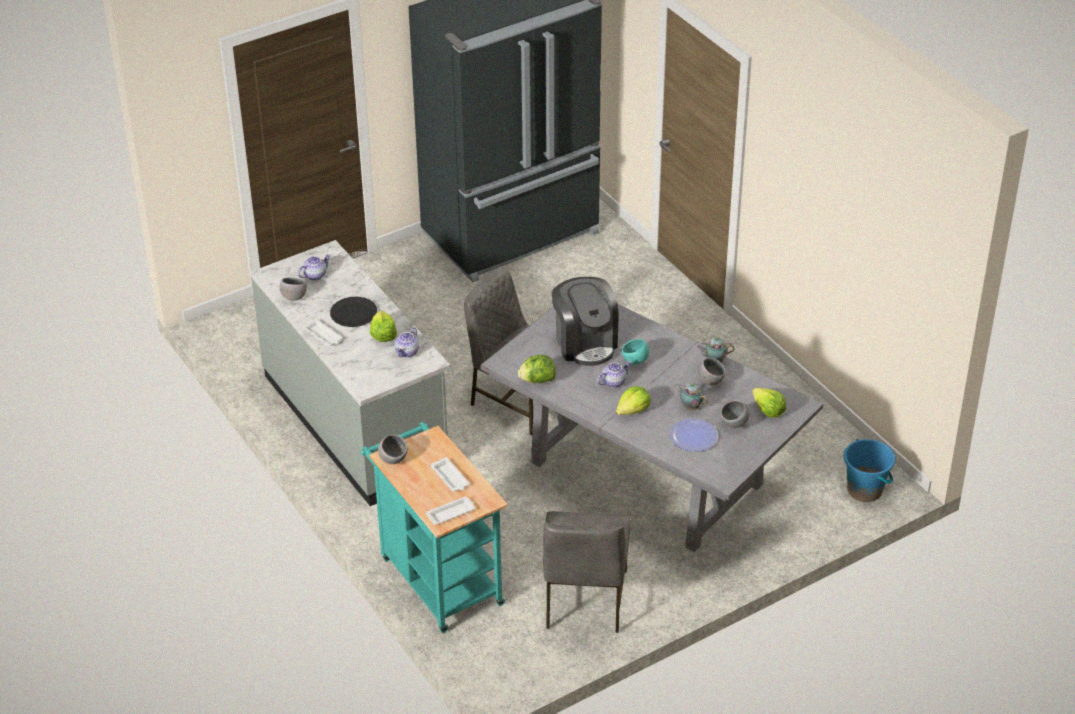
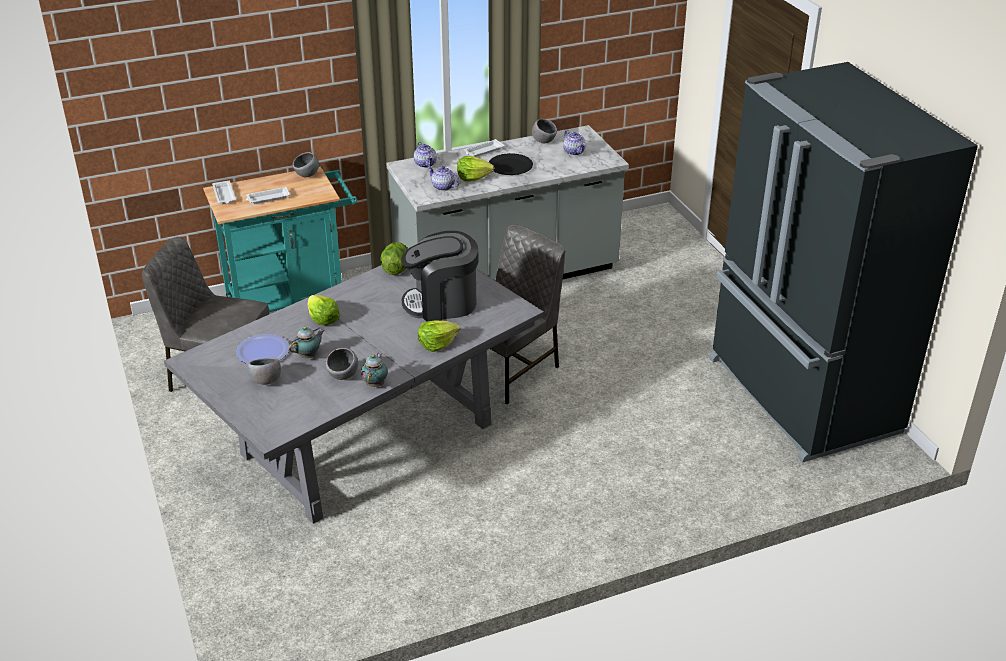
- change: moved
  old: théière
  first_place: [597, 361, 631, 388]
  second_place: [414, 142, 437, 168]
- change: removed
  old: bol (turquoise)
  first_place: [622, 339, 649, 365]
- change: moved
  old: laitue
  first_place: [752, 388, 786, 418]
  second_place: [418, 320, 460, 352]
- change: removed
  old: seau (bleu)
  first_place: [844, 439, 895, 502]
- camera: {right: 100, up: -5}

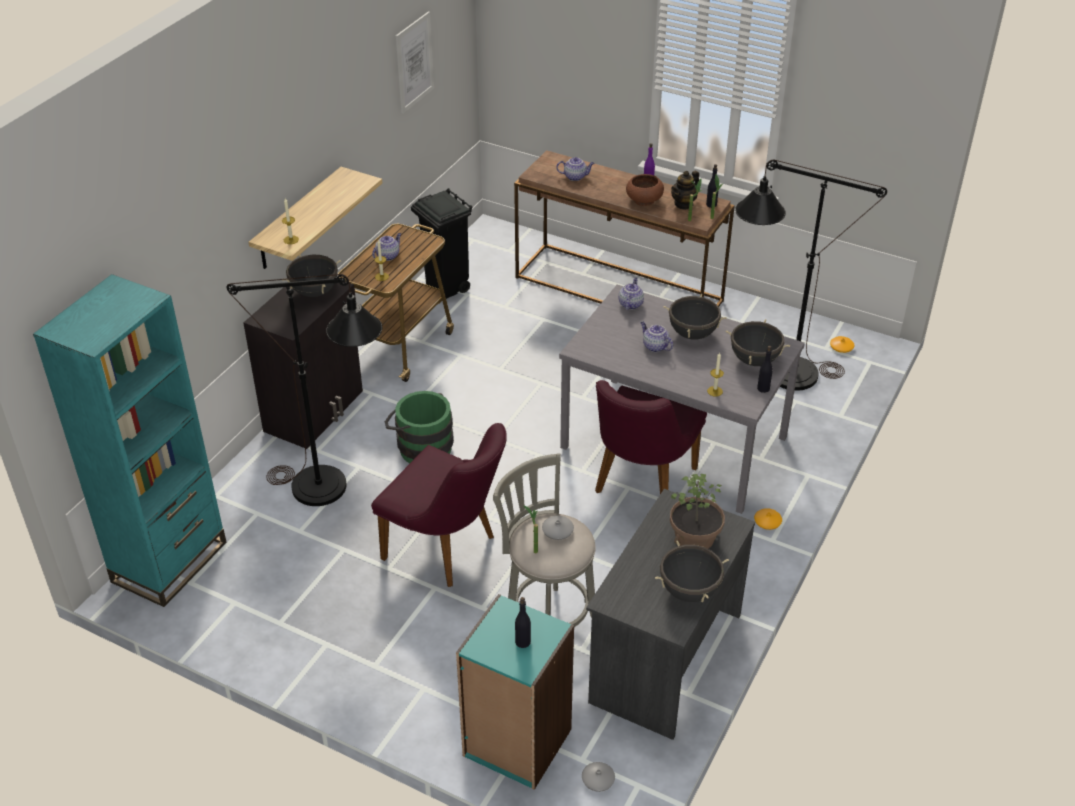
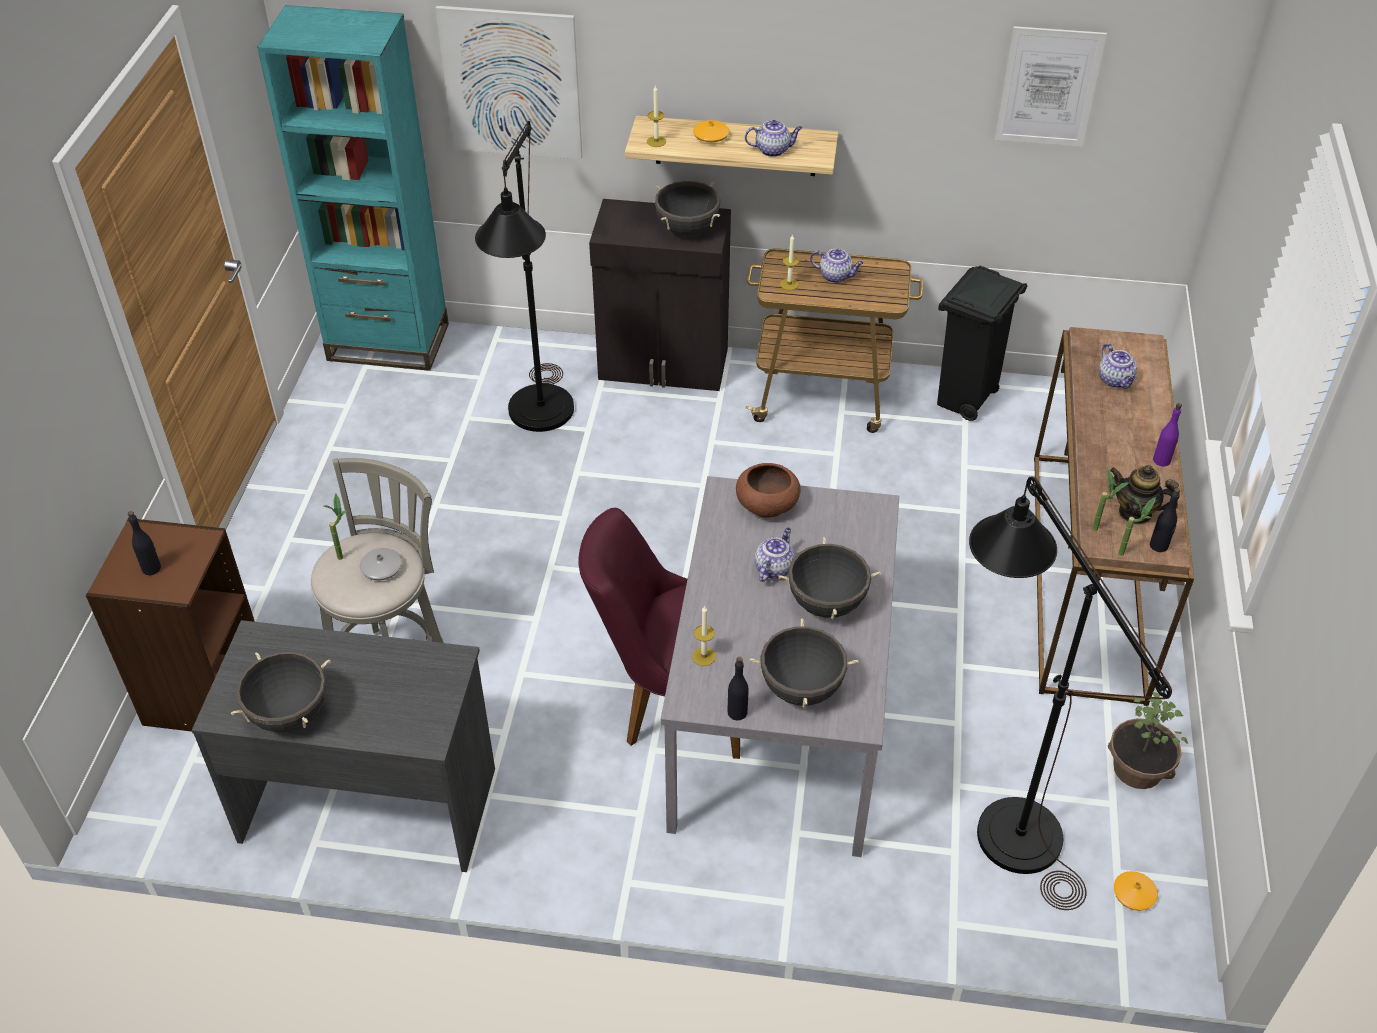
- change: removed
  old: chaise (violet)
  first_place: [371, 423, 507, 587]
- change: removed
  old: seau (vert)
  first_place: [385, 391, 454, 464]
- change: recoloured
  old: bibliothèque (turquoise)
  new: bibliothèque (marron)
  first_place: [456, 594, 574, 790]
  second_place: [85, 519, 255, 732]
- change: removed
  old: vase (gris)
  first_place: [582, 762, 615, 792]
- change: moved
  old: théière
  first_place: [618, 278, 644, 310]
  second_place: [745, 120, 802, 157]
- change: moved
  old: bol (marron)
  first_place: [626, 174, 664, 206]
  second_place: [736, 463, 801, 517]
- change: moved
  old: plante en pot
  first_place: [670, 474, 725, 549]
  second_place: [1108, 692, 1188, 789]
- change: moved
  old: vase (orange)
  first_place: [754, 508, 782, 530]
  second_place: [693, 120, 729, 142]
- change: added
  new: tableau
  second_place: [435, 6, 582, 160]
- camera: {right: 70, up: 5}

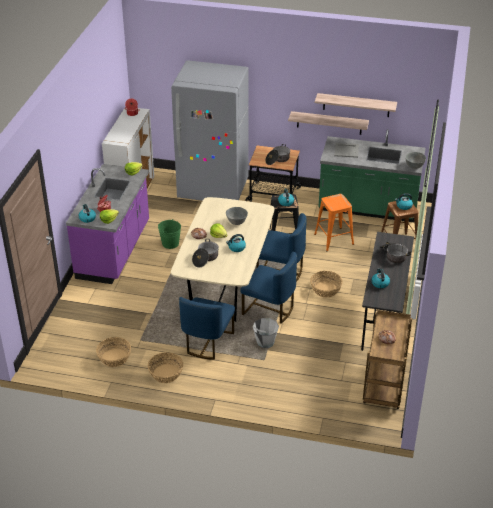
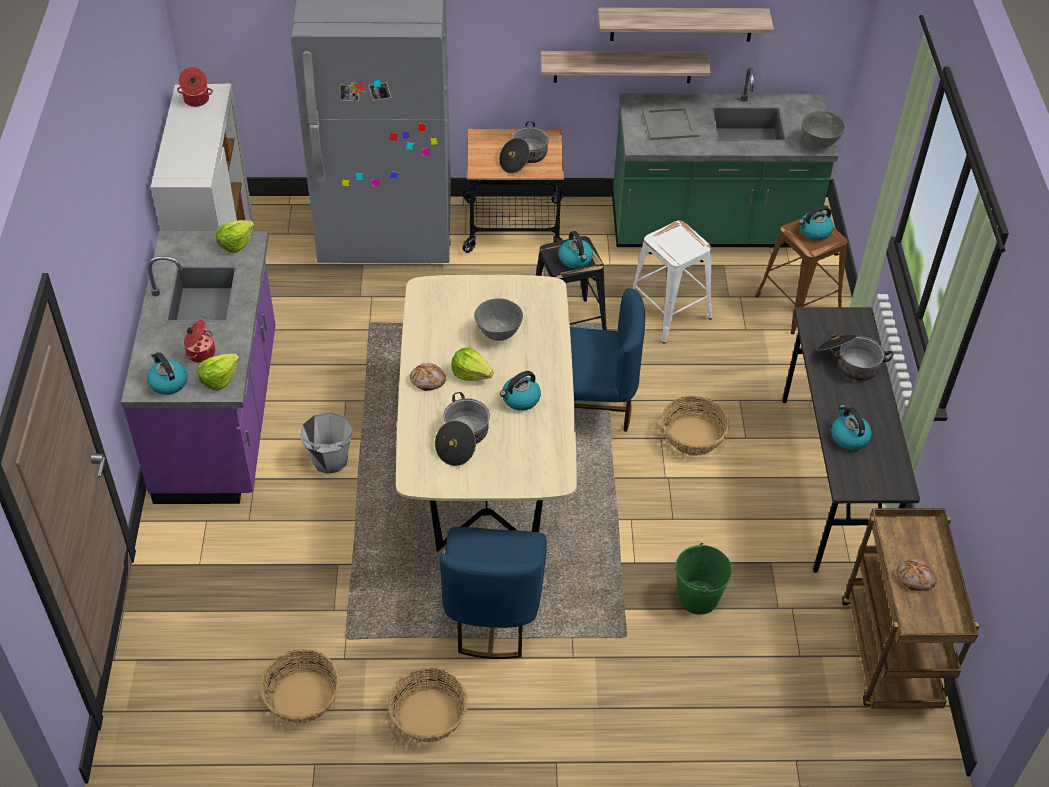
- change: moved
  old: seau (vert)
  first_place: [158, 219, 181, 249]
  second_place: [674, 543, 732, 615]
- change: removed
  old: chaise (bleu)
  first_place: [240, 252, 297, 324]
- change: moved
  old: seau (gris)
  first_place: [253, 318, 279, 348]
  second_place: [300, 412, 353, 474]
- change: recoloured
  old: tabouret (orange)
  new: tabouret (blanc)
  first_place: [314, 194, 354, 251]
  second_place: [632, 220, 712, 343]
- camera: {right: -15, up: 10}

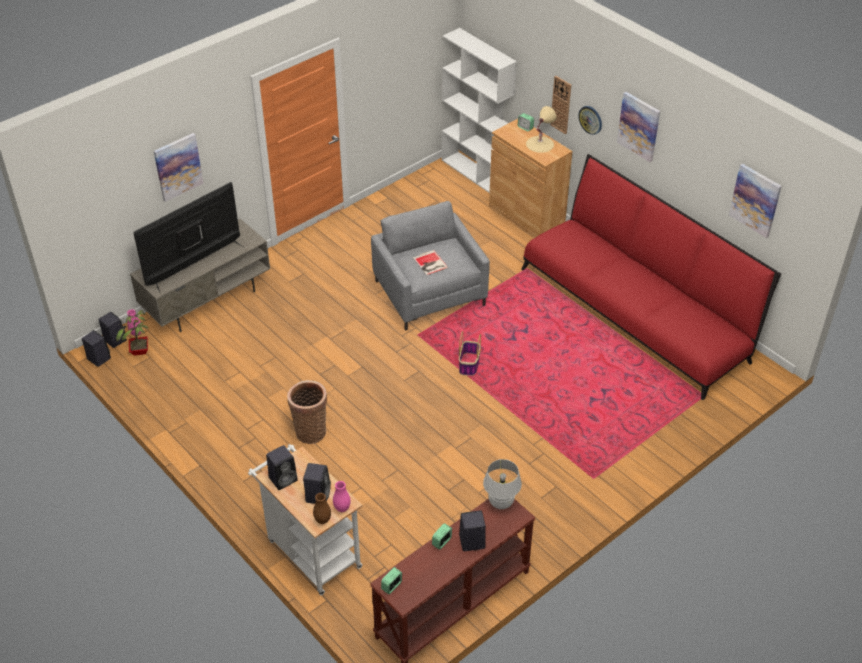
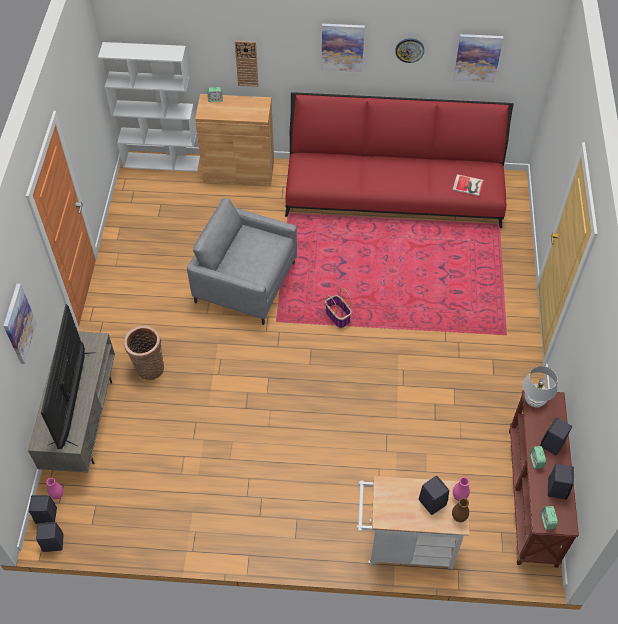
- change: removed
  old: plante en pot
  first_place: [116, 310, 149, 356]
- change: moved
  old: enceinte (noir)
  first_place: [266, 445, 298, 490]
  second_place: [548, 464, 574, 499]
- change: moved
  old: panier
  first_place: [287, 380, 327, 444]
  second_place: [124, 326, 164, 380]
- change: moved
  old: livre
  first_place: [413, 250, 448, 276]
  second_place: [452, 174, 483, 196]
- change: removed
  old: lampe de table (beige)
  first_place: [526, 106, 556, 153]
- change: moved
  old: horloge murale
  first_place: [578, 106, 602, 135]
  second_place: [395, 38, 424, 63]
- camera: {right: -45, up: 10}

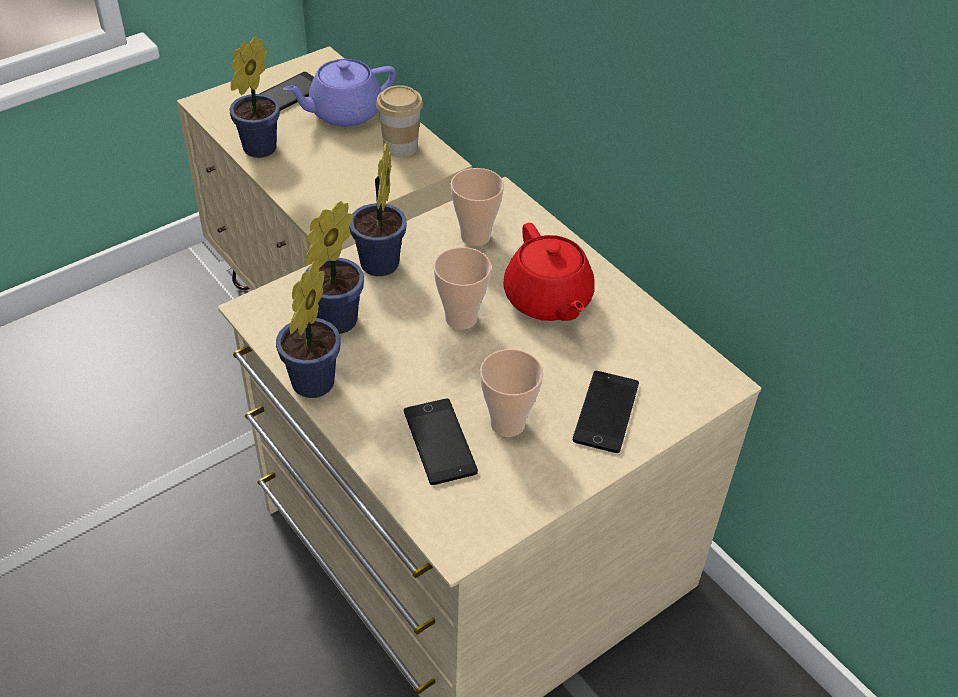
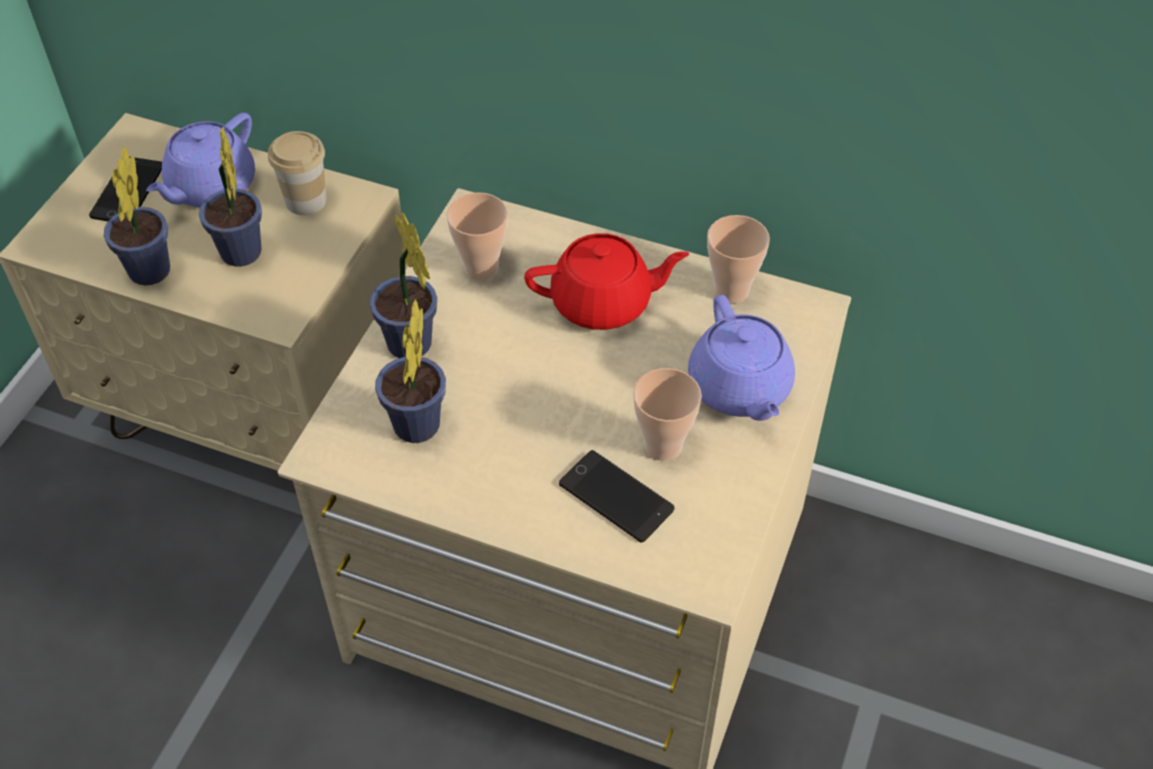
- change: moved
  old: plante en pot
  first_place: [276, 260, 341, 398]
  second_place: [199, 126, 262, 267]
- change: moved
  old: tasse
  first_place: [434, 247, 491, 330]
  second_place: [707, 215, 770, 303]
- change: turned
  old: théière (rouge)
  first_place: [503, 223, 595, 321]
  second_place: [524, 233, 689, 330]
  degrees: -45
- change: replaced
  old: téléphone
  new: théière (violet)
  first_place: [573, 371, 639, 453]
  second_place: [688, 295, 795, 421]
- camera: {right: -30, up: 5}

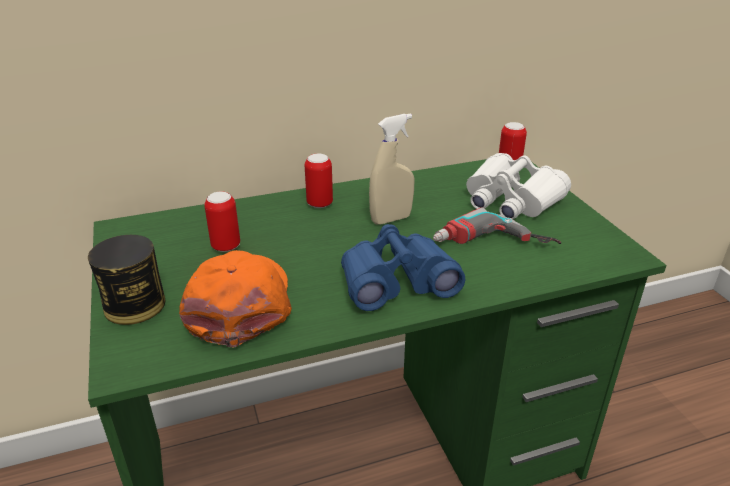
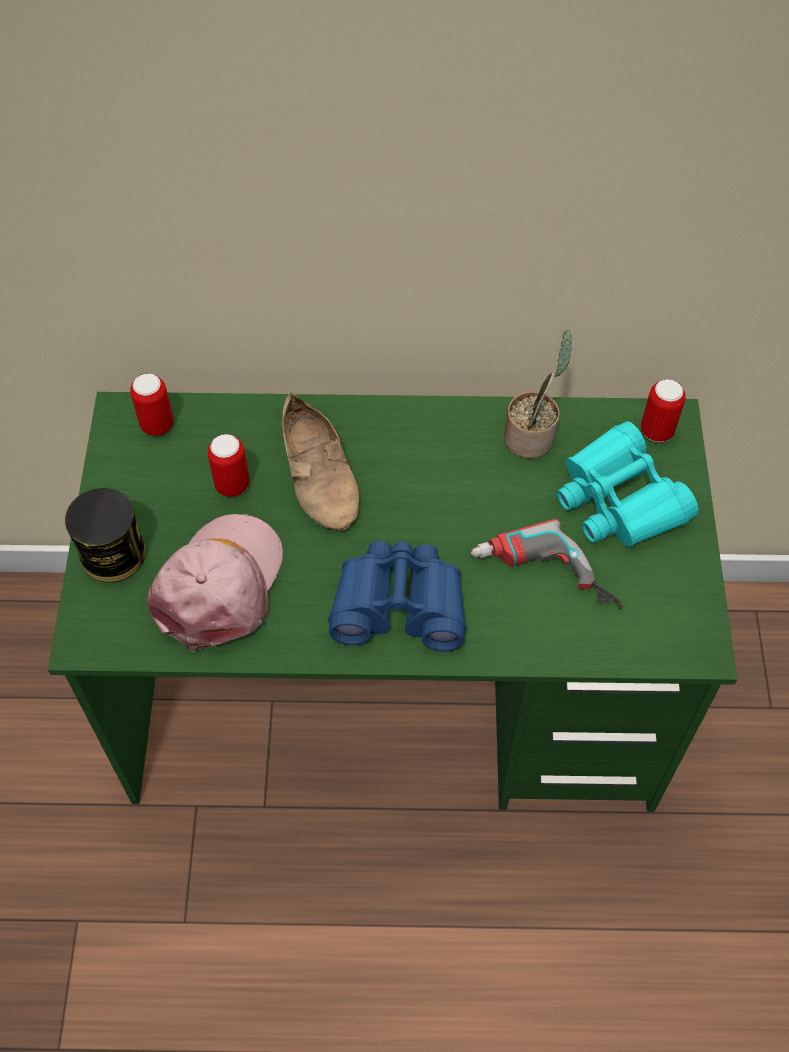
- change: recoloured
  old: casquette (orange)
  new: casquette (rose)
  first_place: [179, 250, 292, 348]
  second_place: [147, 514, 283, 652]
- change: moved
  old: boîte métallique
  first_place: [304, 154, 333, 208]
  second_place: [130, 373, 174, 436]
- change: removed
  old: vaporisateur (beige)
  first_place: [369, 113, 414, 225]
- change: recoloured
  old: jumelles (blanc)
  new: jumelles (turquoise)
  first_place: [466, 153, 571, 219]
  second_place: [557, 421, 699, 547]
- change: added
  new: chaussure (beige)
  second_place: [281, 392, 359, 531]
- change: added
  new: plante en pot
  second_place: [504, 330, 572, 459]
- camera: {right: 20, up: 25}

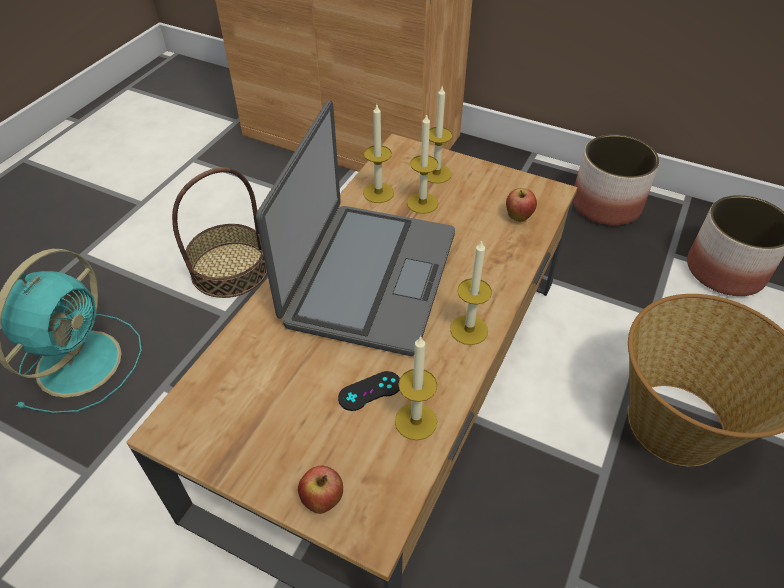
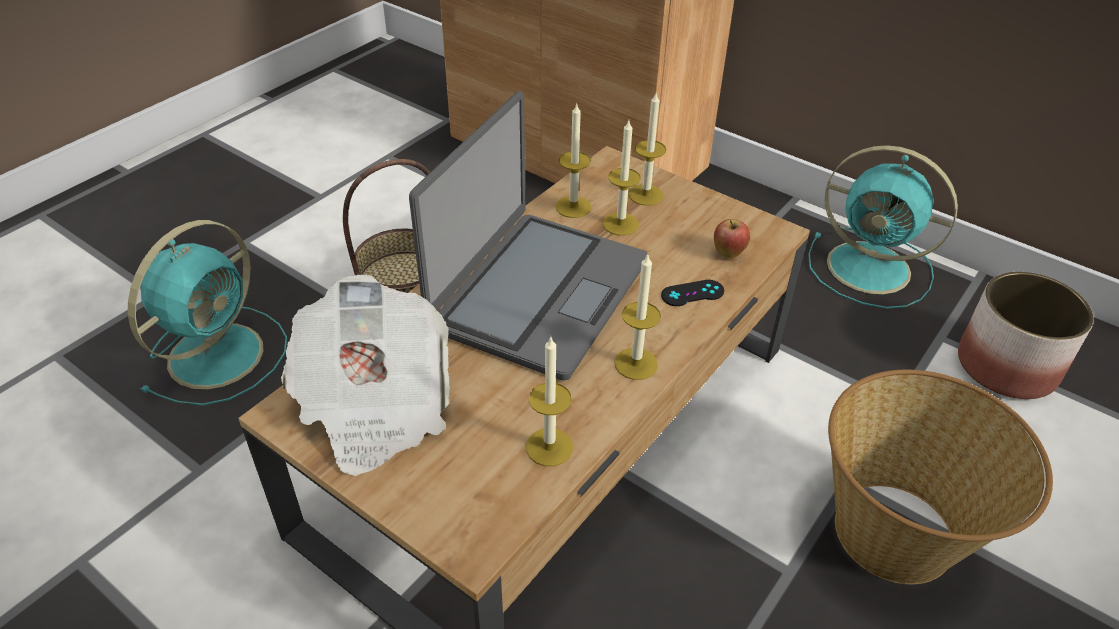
- change: removed
  old: pomme
  first_place: [298, 466, 343, 514]
- change: moved
  old: manette (noir)
  first_place: [338, 371, 400, 411]
  second_place: [661, 280, 724, 306]
- change: replaced
  old: cache-pot
  new: ventilateur (turquoise)
  first_place: [573, 134, 659, 225]
  second_place: [808, 145, 958, 309]
- change: added
  new: journal
  second_place: [281, 274, 450, 476]
- camera: {right: 10, up: -5}

